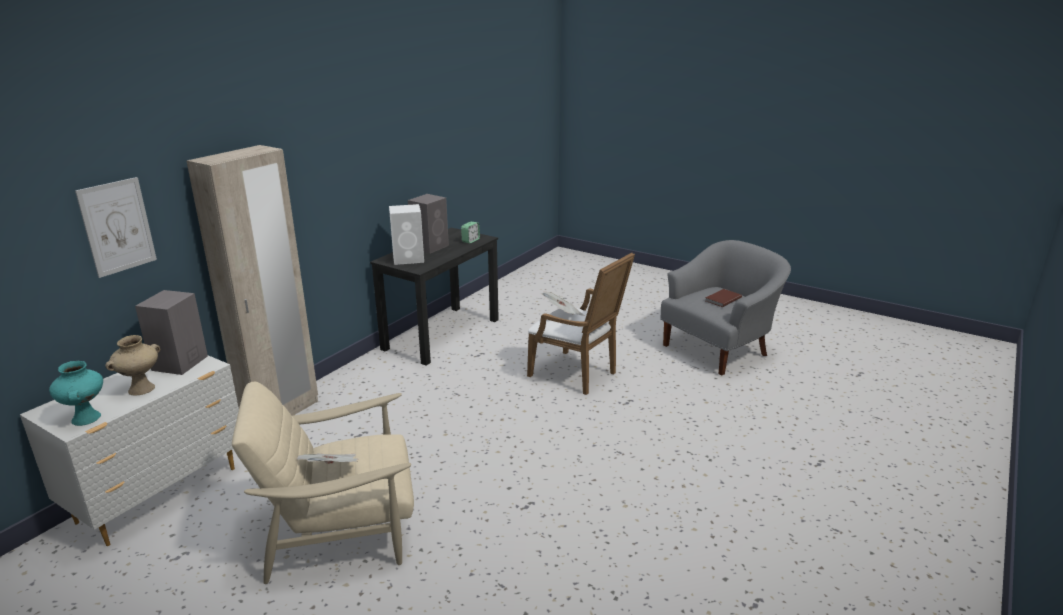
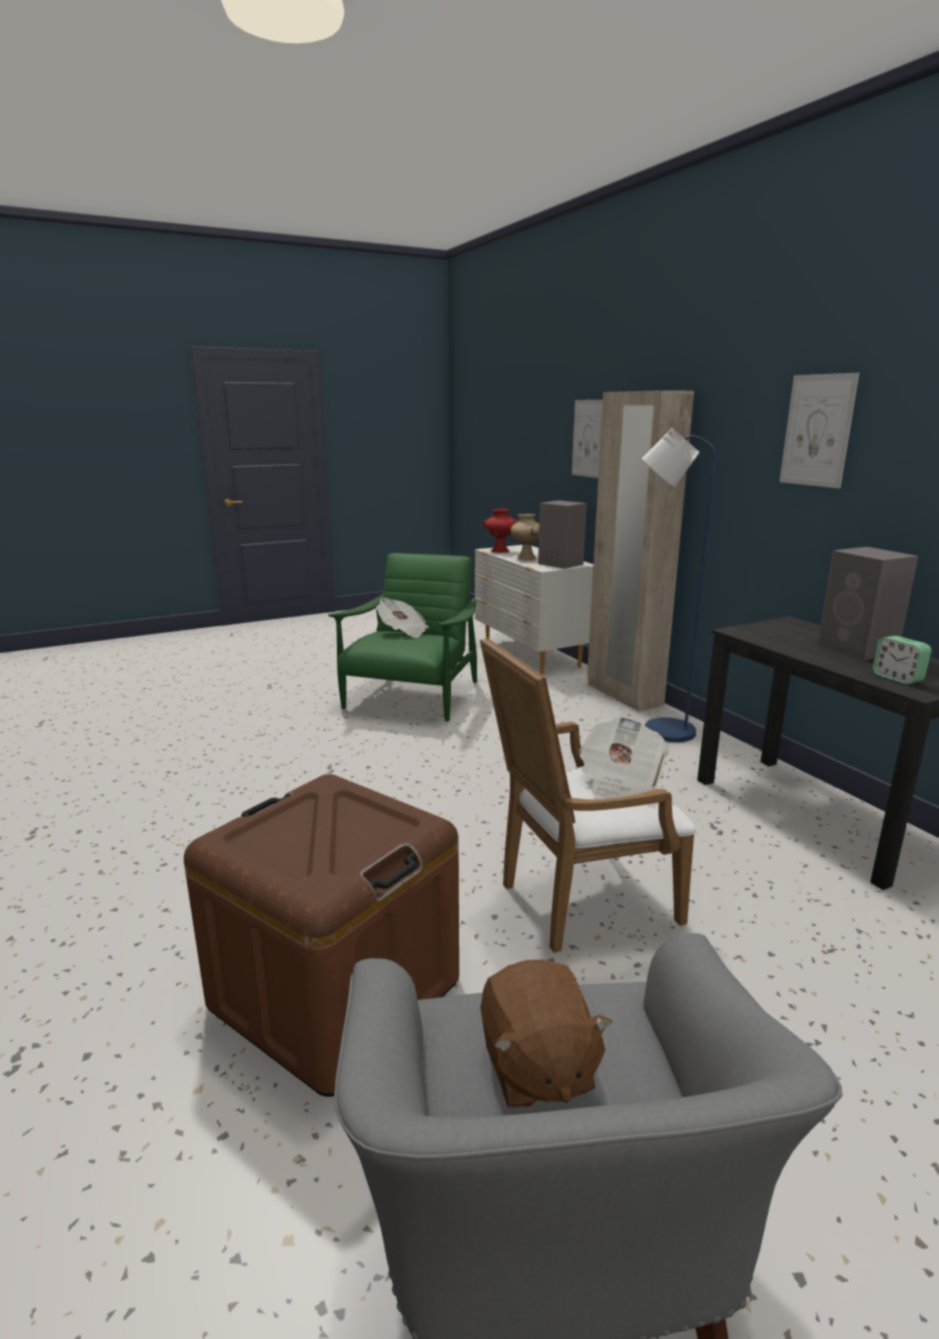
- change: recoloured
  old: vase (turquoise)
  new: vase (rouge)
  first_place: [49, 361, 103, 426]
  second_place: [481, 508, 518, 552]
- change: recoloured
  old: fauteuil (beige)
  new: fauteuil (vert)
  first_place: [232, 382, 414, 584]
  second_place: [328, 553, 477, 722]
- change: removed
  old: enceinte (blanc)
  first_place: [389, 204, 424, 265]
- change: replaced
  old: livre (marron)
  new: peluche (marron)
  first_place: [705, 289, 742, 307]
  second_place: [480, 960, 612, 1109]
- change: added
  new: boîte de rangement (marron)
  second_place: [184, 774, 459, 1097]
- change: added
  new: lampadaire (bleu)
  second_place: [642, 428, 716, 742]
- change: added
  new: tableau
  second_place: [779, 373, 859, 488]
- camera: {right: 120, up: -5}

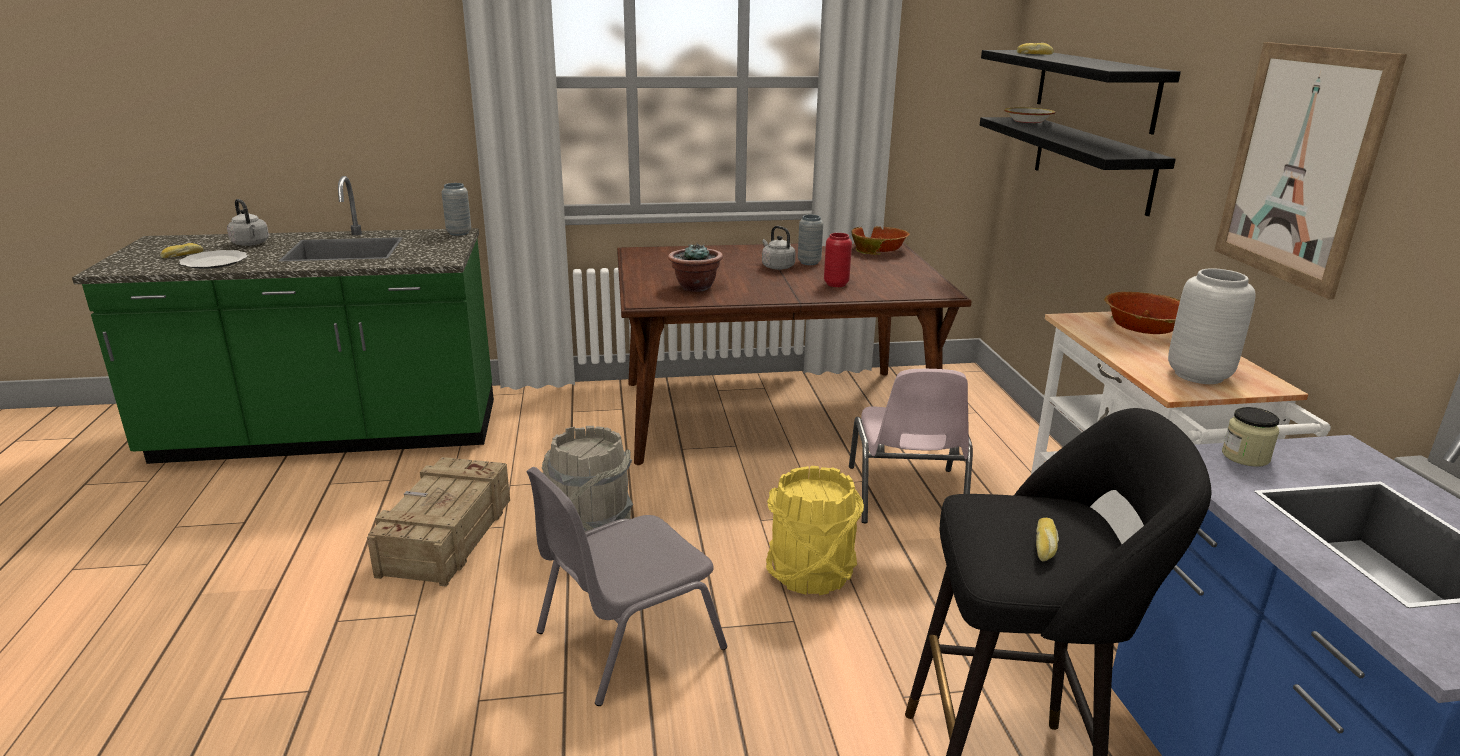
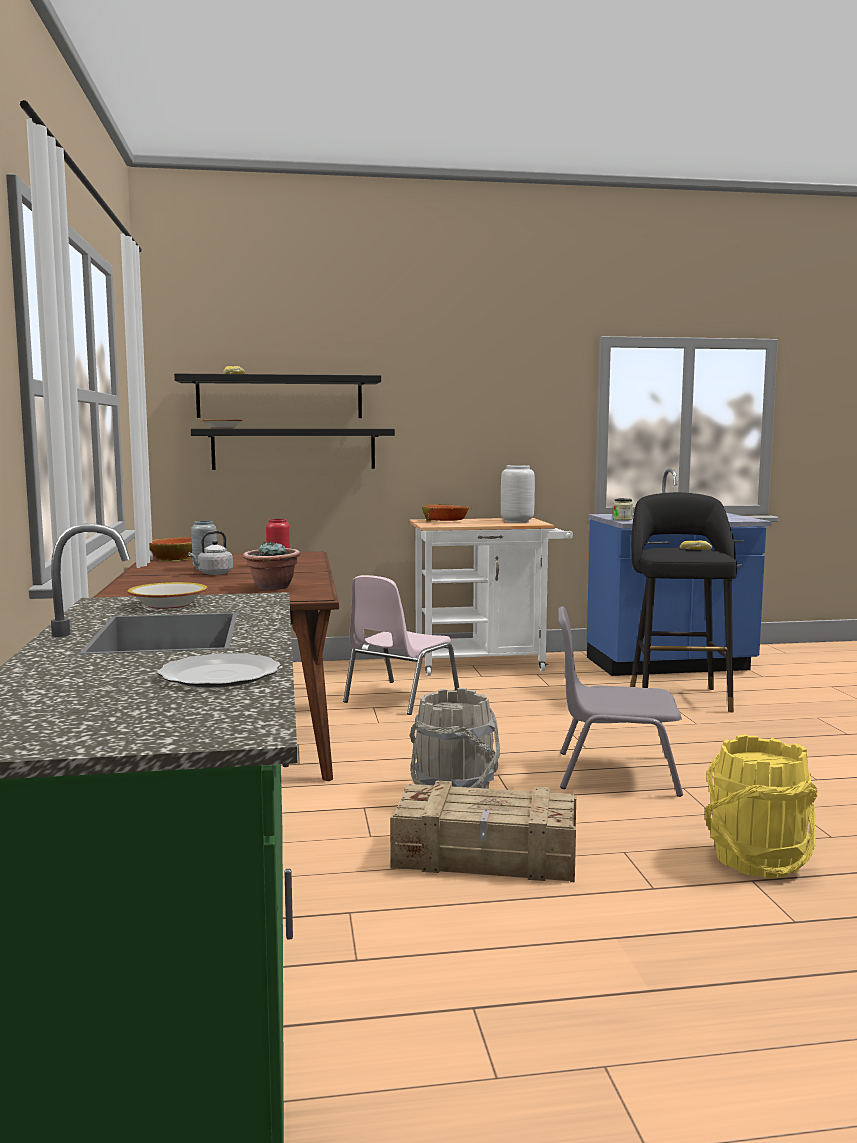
- change: removed
  old: pain
  first_place: [160, 243, 204, 258]
- change: removed
  old: bouilloire (gris)
  first_place: [227, 199, 269, 246]
- change: removed
  old: vase (gris)
  first_place: [442, 183, 471, 236]
- change: turned
  old: chaise (gris)
  first_place: [527, 467, 727, 706]
  second_place: [558, 606, 683, 797]
  degrees: 135
- change: moved
  old: seau (jaune)
  first_place: [766, 466, 864, 595]
  second_place: [705, 734, 818, 878]
- change: turned
  old: chaise (rose)
  first_place: [849, 369, 973, 523]
  second_place: [343, 575, 459, 715]
  degrees: 120
- change: removed
  old: tableau
  first_place: [1214, 42, 1407, 299]
- change: added
  new: bol
  second_place: [128, 582, 208, 609]
- camera: {right: -90, up: -15}

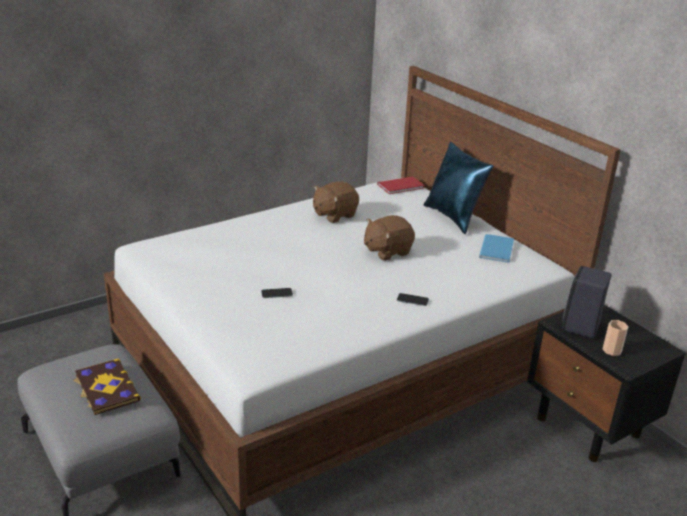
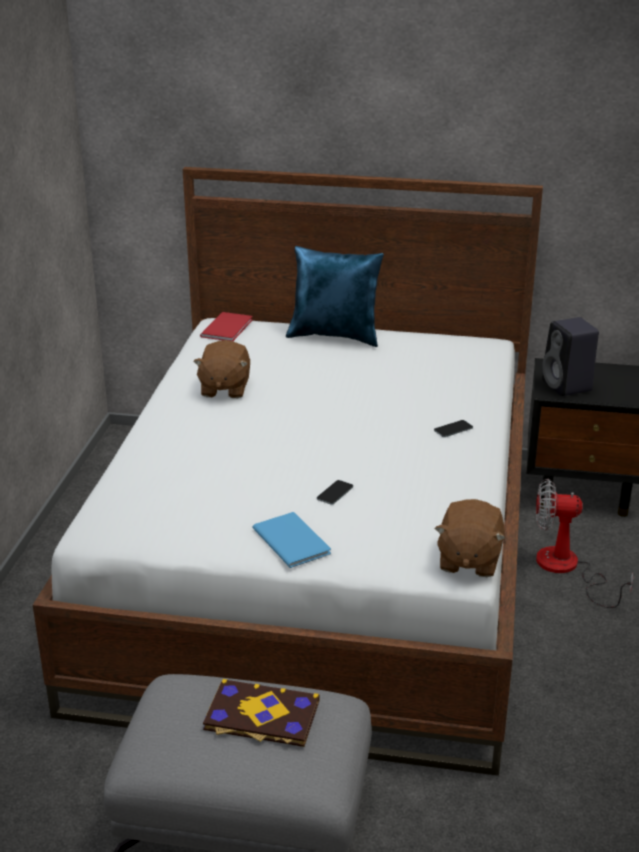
- change: moved
  old: peluche (marron)
  first_place: [364, 215, 415, 261]
  second_place: [435, 499, 506, 577]
- change: moved
  old: livre (bleu)
  first_place: [479, 234, 514, 263]
  second_place: [253, 512, 331, 568]
- change: removed
  old: tasse
  first_place: [603, 320, 628, 356]
- change: added
  new: ventilateur
  second_place: [536, 479, 634, 608]
- camera: {right: -45, up: 0}

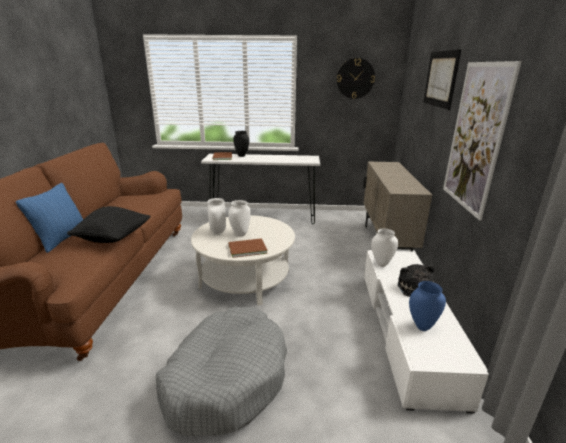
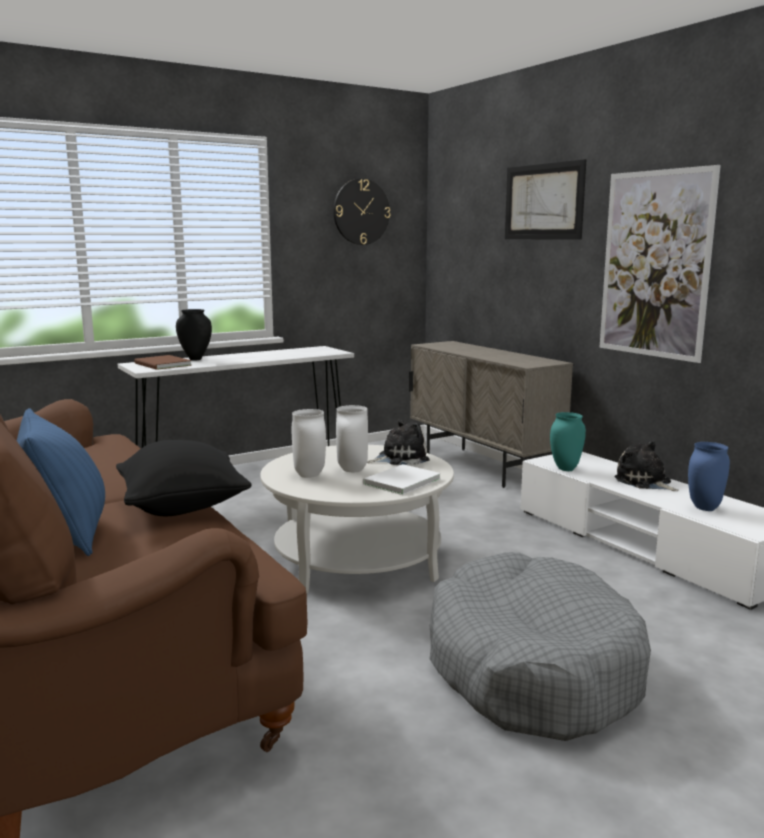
- change: recoloured
  old: livre (marron)
  new: livre (blanc)
  first_place: [228, 238, 268, 258]
  second_place: [363, 464, 441, 495]
- change: recoloured
  old: vase (blanc)
  new: vase (turquoise)
  first_place: [371, 229, 398, 267]
  second_place: [550, 412, 586, 471]
- change: added
  new: peluche
  second_place: [367, 419, 430, 465]
- camera: {right: -35, up: -10}

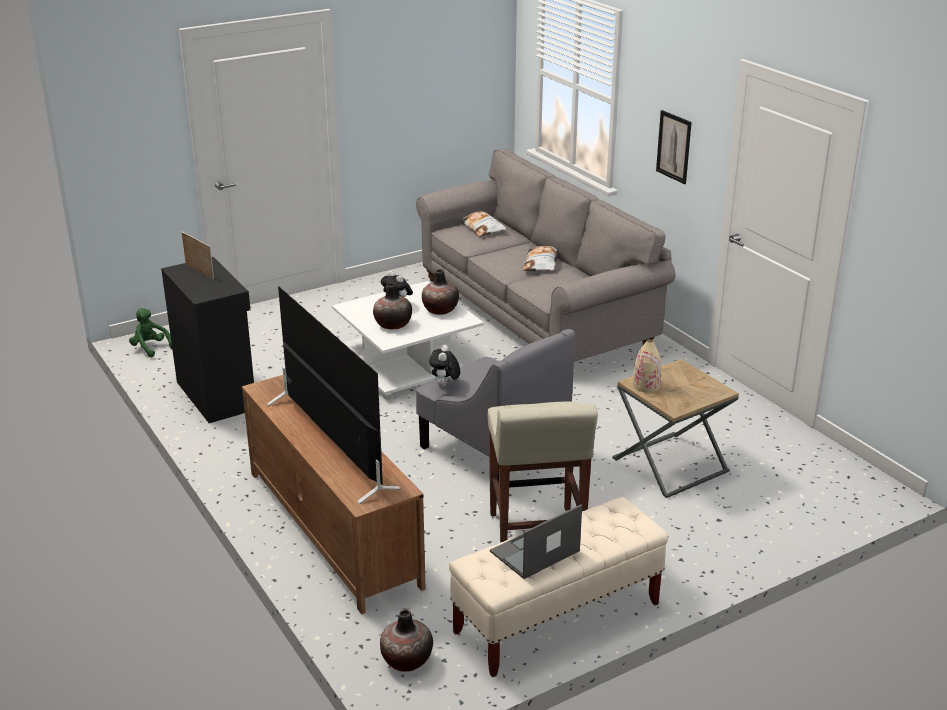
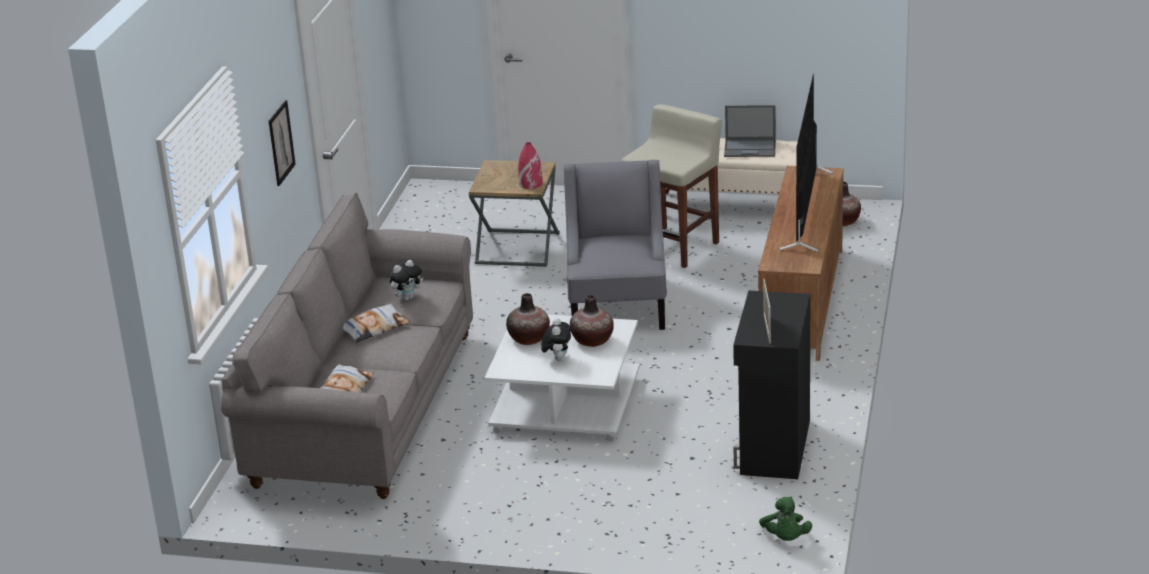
- change: moved
  old: peluche
  first_place: [429, 345, 460, 387]
  second_place: [390, 260, 423, 301]
- change: recoloured
  old: vase (beige)
  new: vase (rouge)
  first_place: [633, 339, 661, 393]
  second_place: [518, 142, 543, 189]
- camera: {right: -135, up: 0}

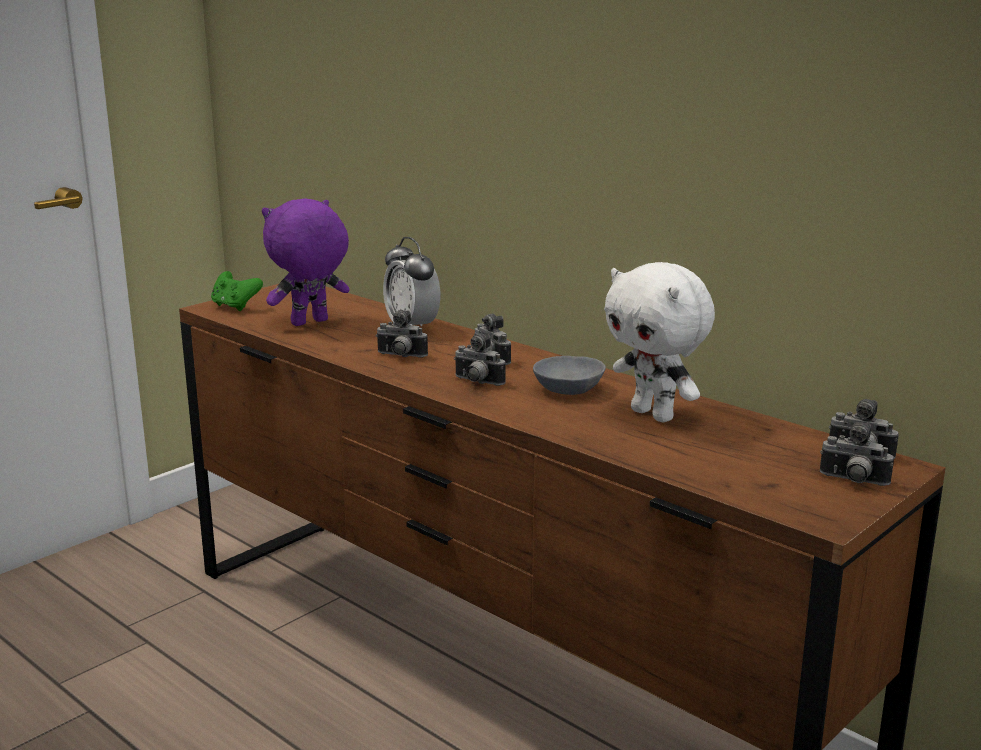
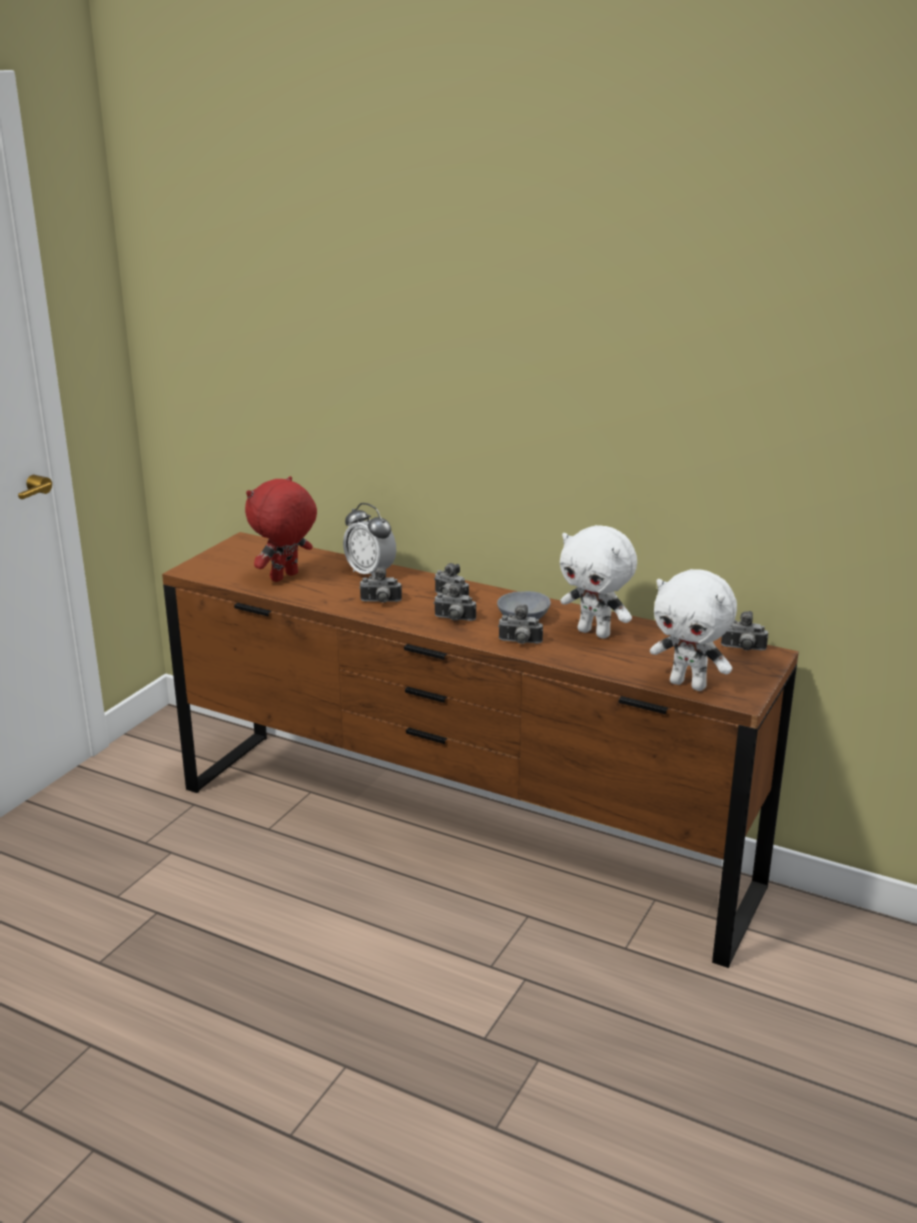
- change: removed
  old: manette (vert)
  first_place: [211, 271, 263, 311]
- change: recoloured
  old: peluche (violet)
  new: peluche (rouge)
  first_place: [262, 199, 350, 326]
  second_place: [245, 476, 317, 582]
- change: moved
  old: appareil photo
  first_place: [820, 422, 894, 486]
  second_place: [498, 605, 543, 644]
- change: added
  new: peluche (blanc)
  second_place: [650, 569, 737, 691]
- camera: {right: -15, up: 5}

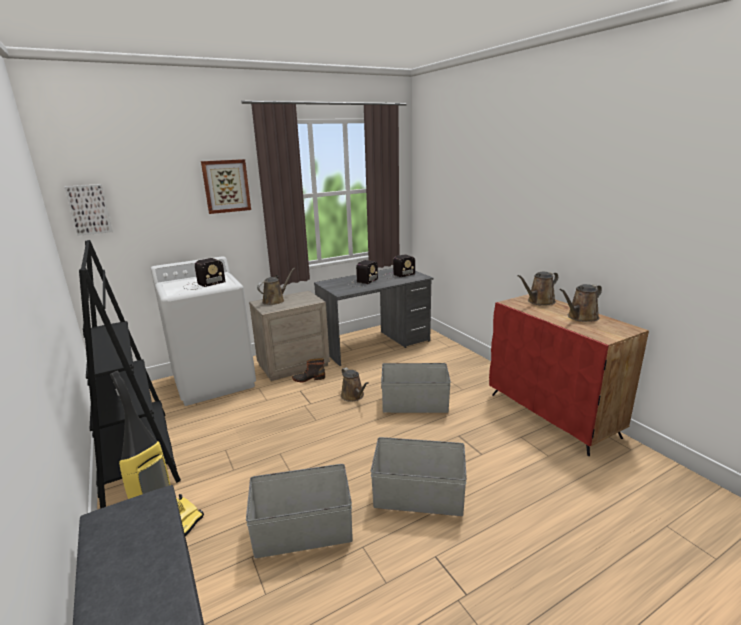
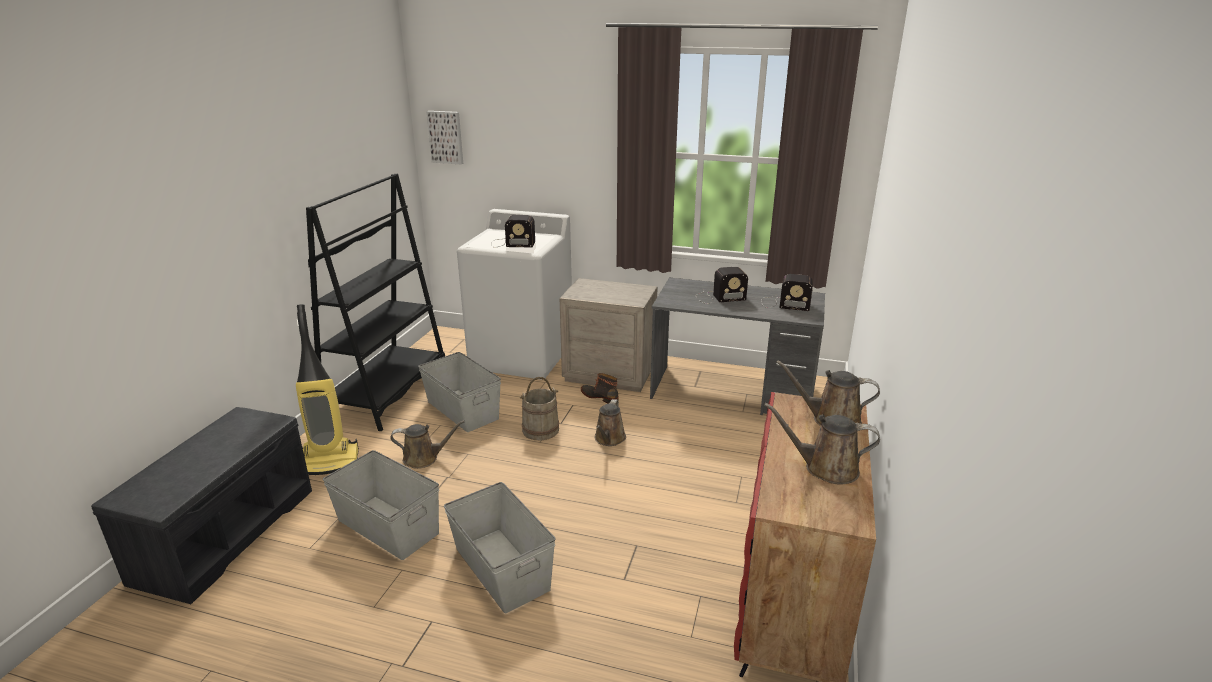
- change: removed
  old: tableau
  first_place: [201, 159, 251, 214]
- change: moved
  old: arrosoir (marron)
  first_place: [257, 268, 295, 305]
  second_place: [390, 420, 465, 469]
- change: moved
  old: boîte de rangement (gris)
  first_place: [381, 363, 451, 413]
  second_place: [418, 352, 501, 432]
- change: added
  new: seau (beige)
  second_place: [520, 377, 559, 440]
- camera: {right: 45, up: 5}

